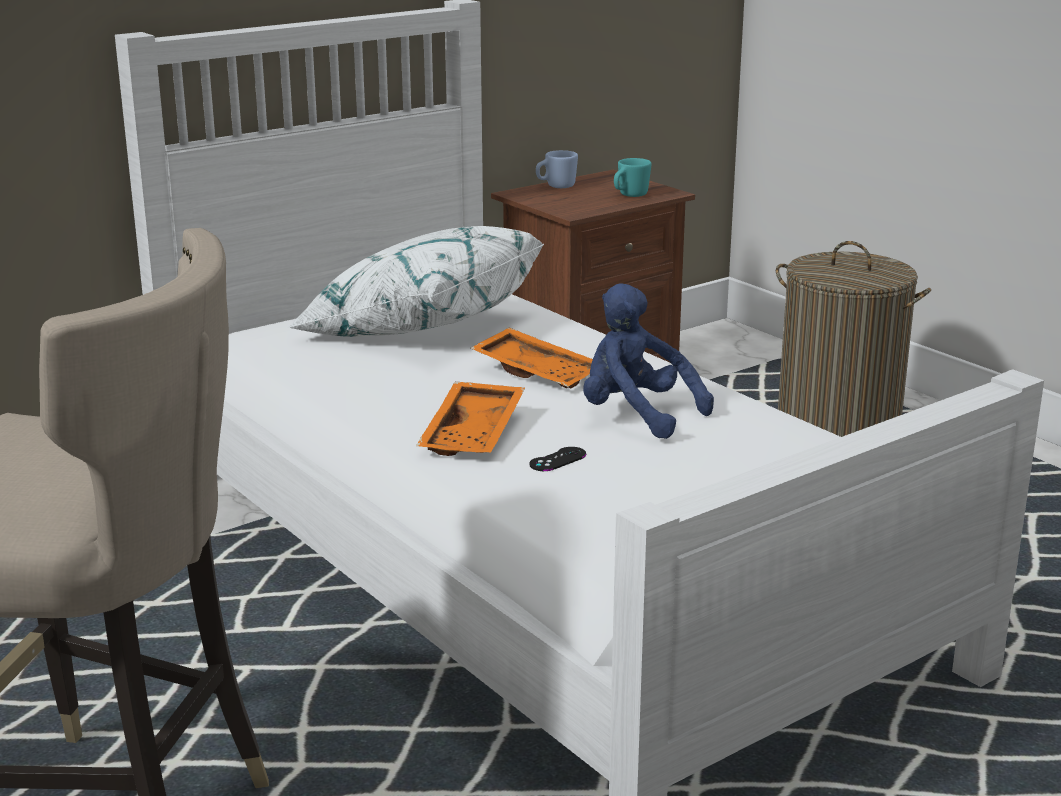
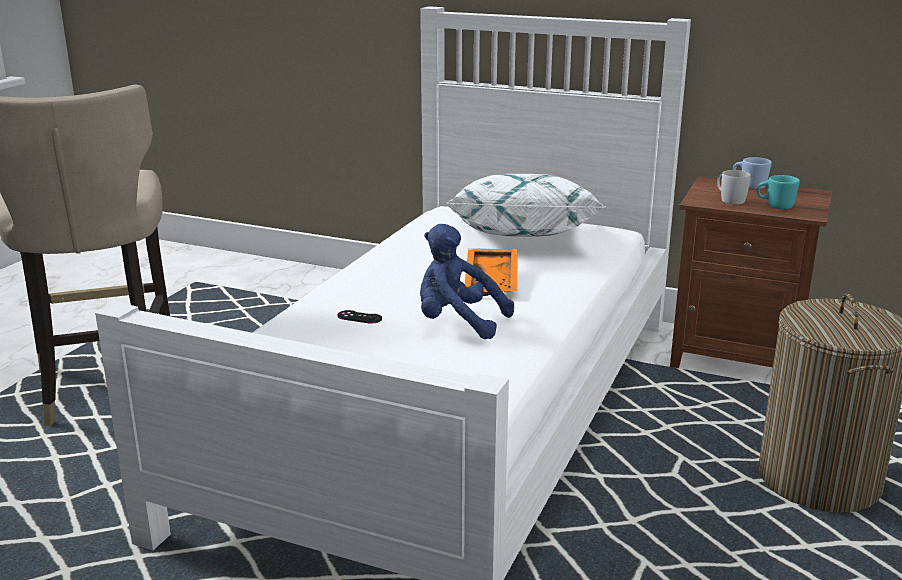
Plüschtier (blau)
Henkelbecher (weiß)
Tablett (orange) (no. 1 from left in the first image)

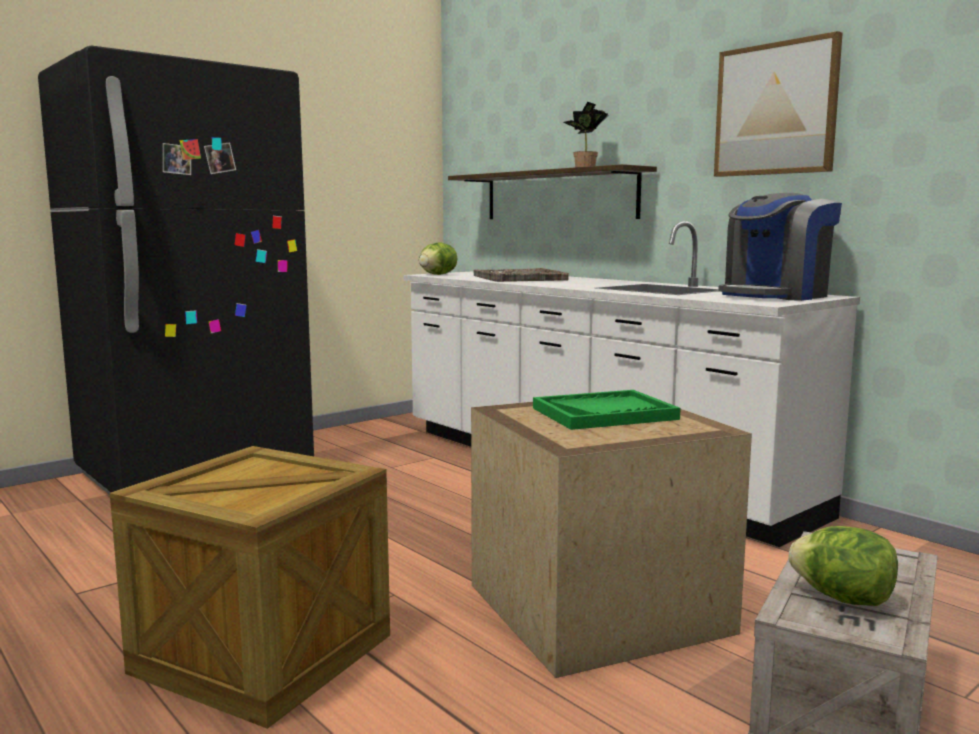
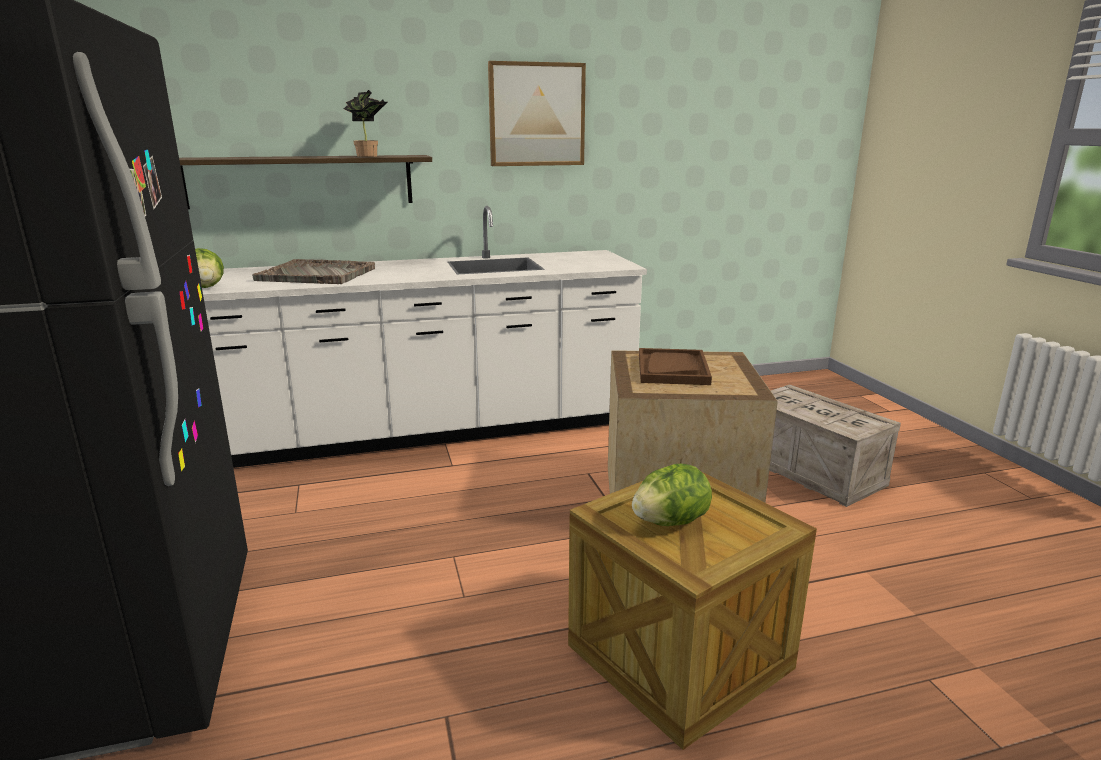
Salatkopf (no. 2 from left)
Tablett (braun)
Kaffeemaschine

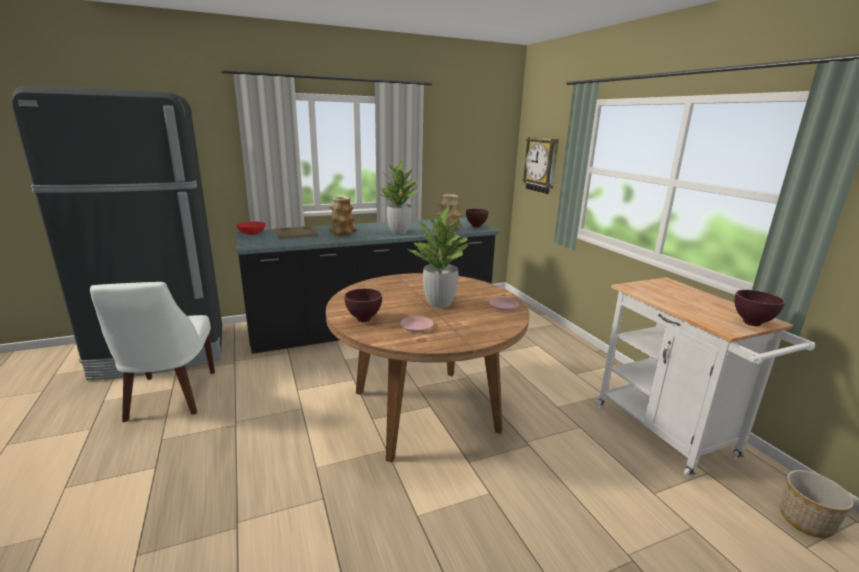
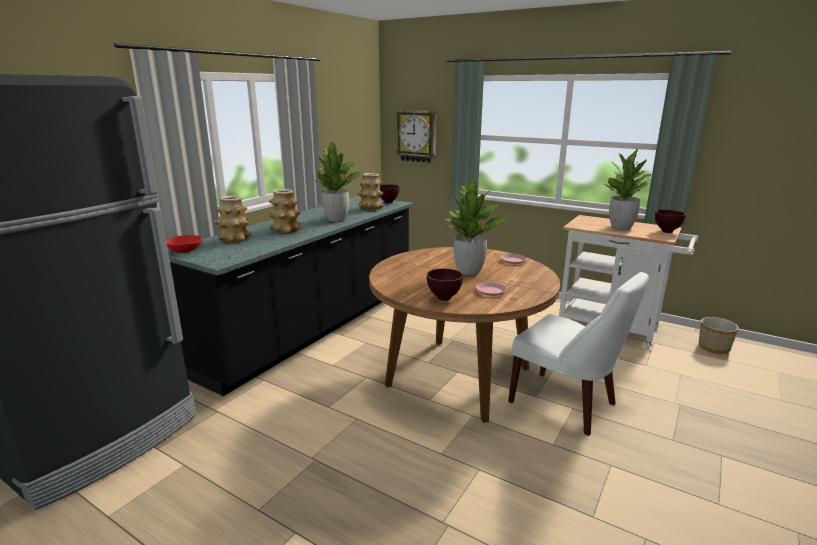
Vase (no. 1 from left)
Stuhl (weiß)
Topfpflanze (no. 3 from left)

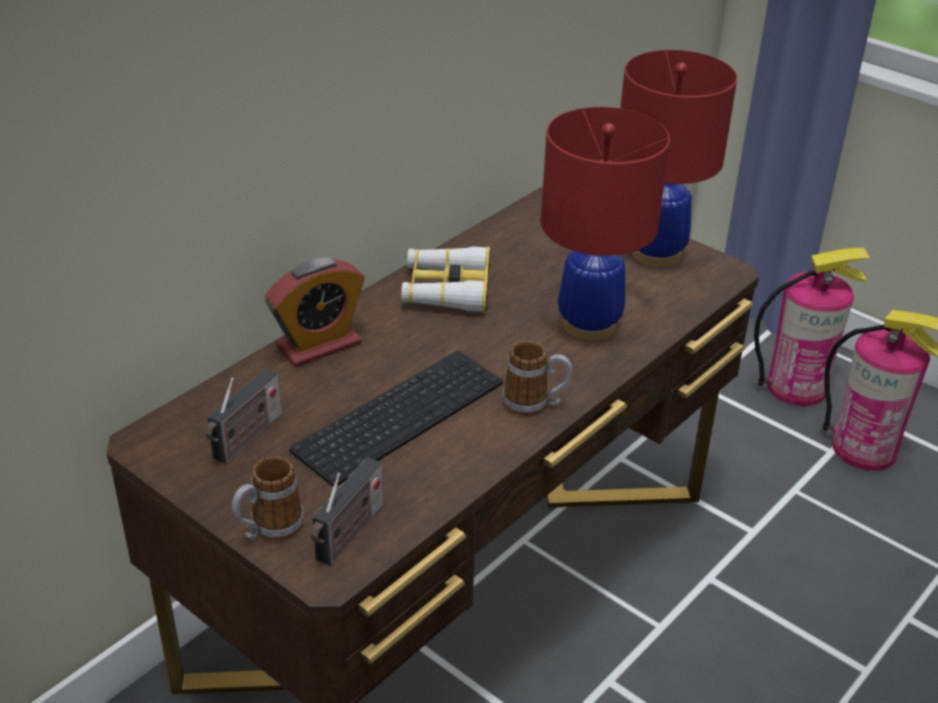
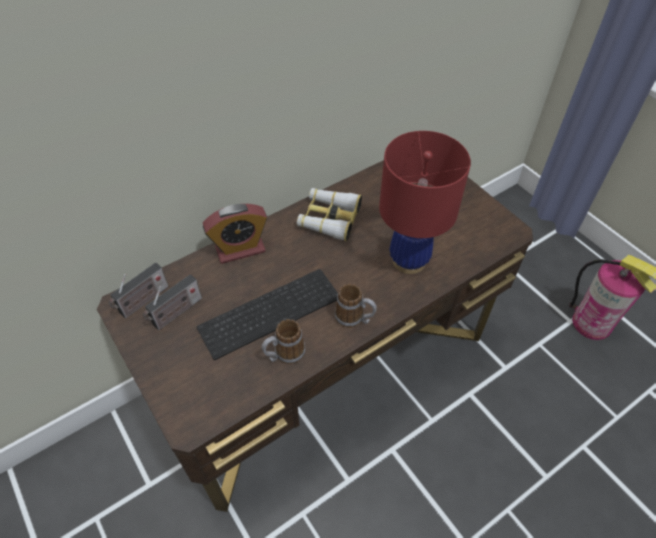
Radio (no. 1 from left)
Henkelbecher (no. 1 from left)
Tischlampe (rot) (no. 2 from left in the first image)
Feuerlöscher (no. 1 from left in the first image)

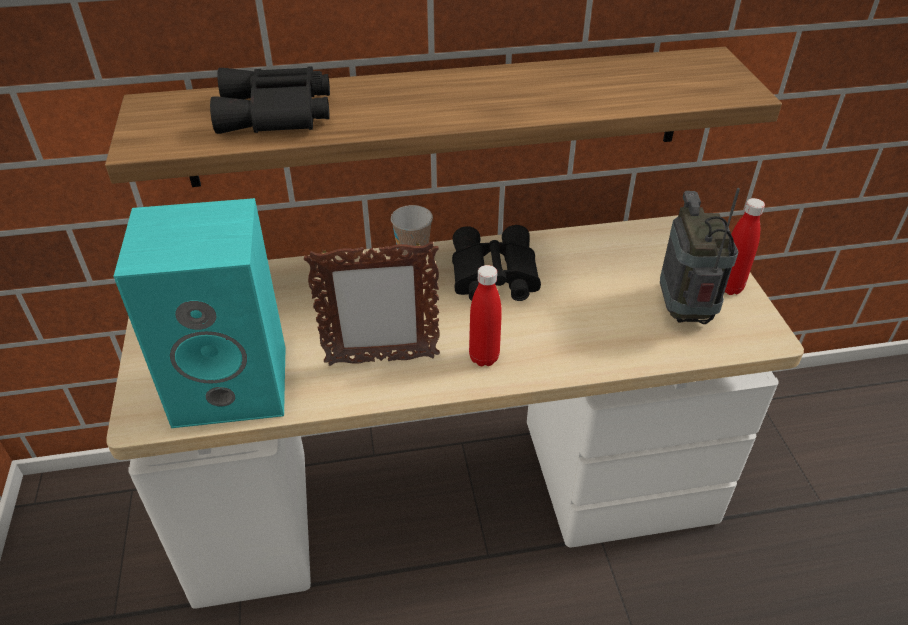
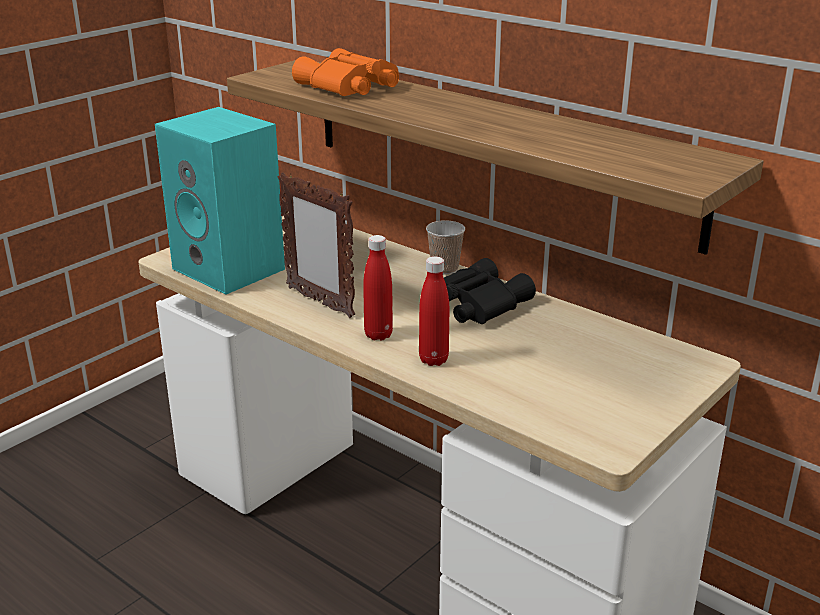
Fernglas (orange)
Flasche (rot) (no. 2 from left)
Radio

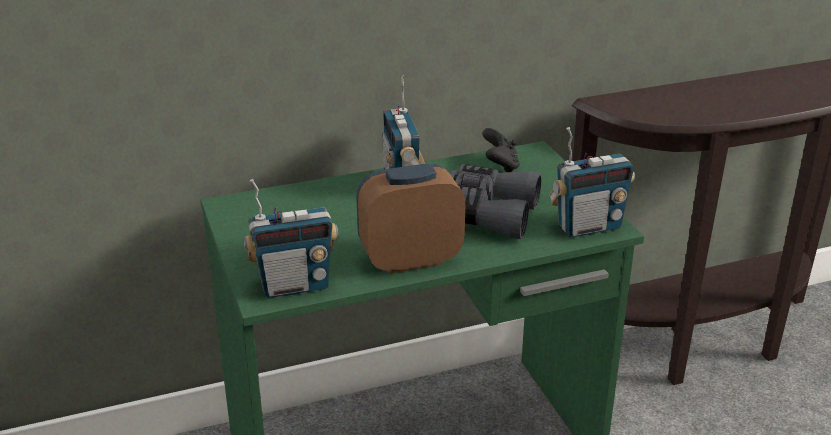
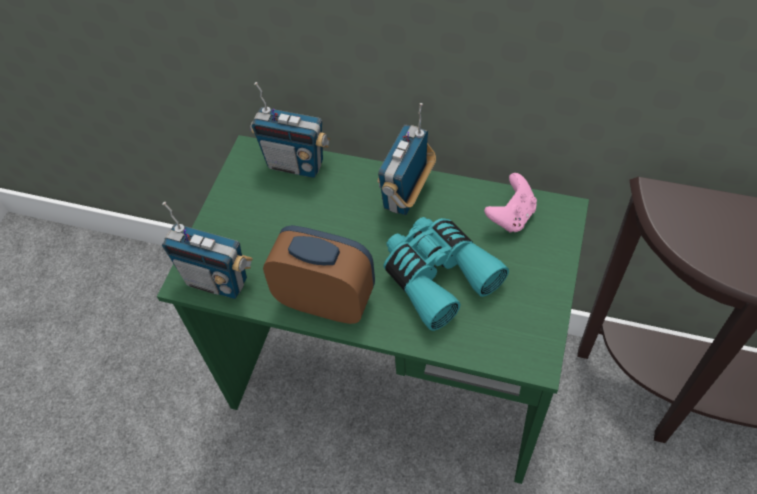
Radio (no. 2 from left)
Fernglas (türkis)
Gamepad (rosa)

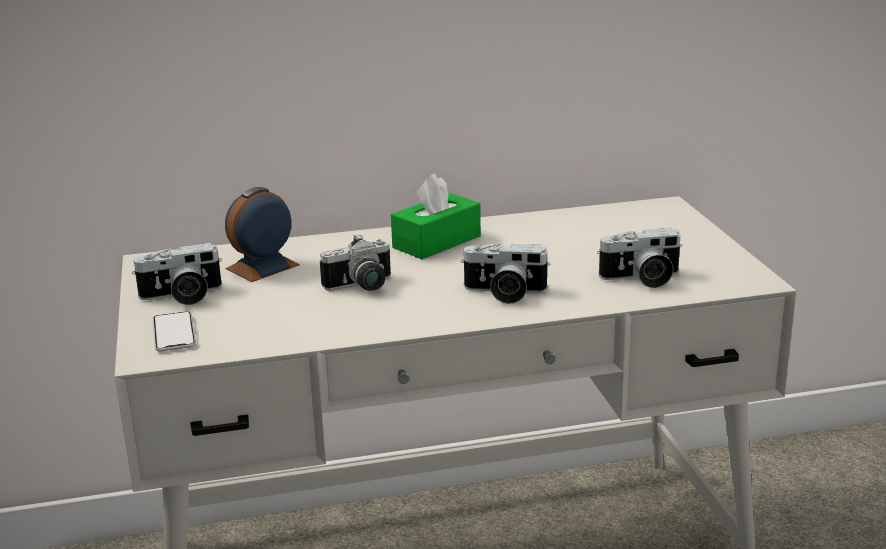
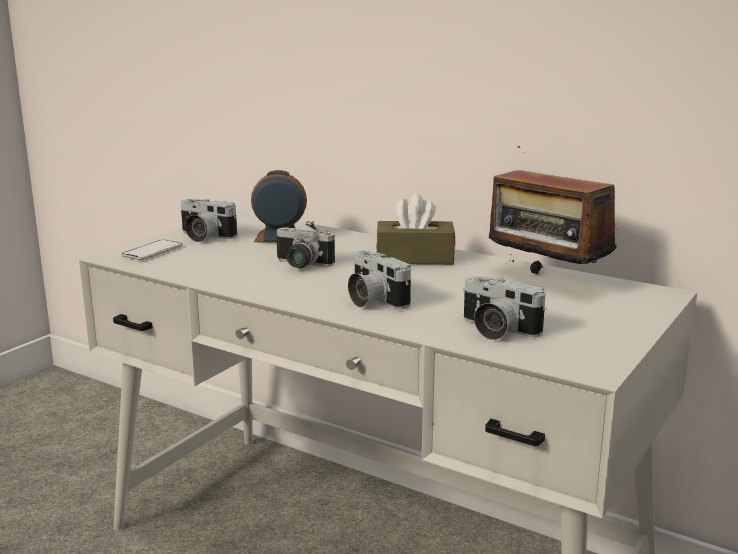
Taschentuchbox (braun)
Radio

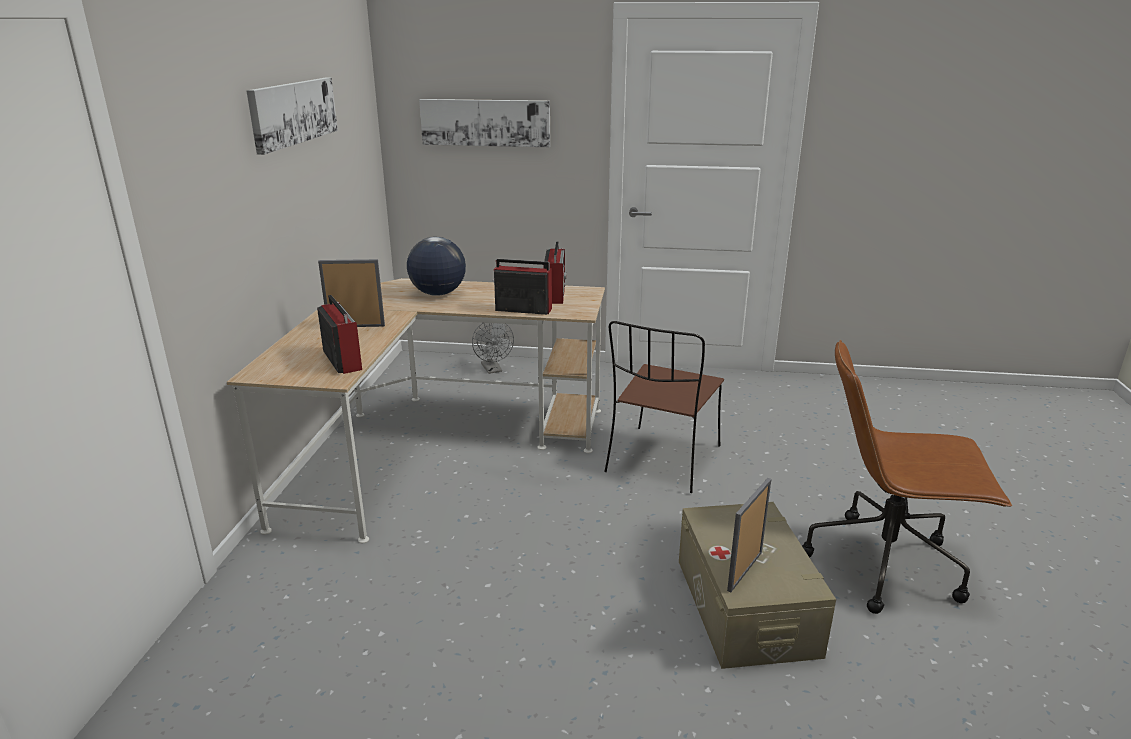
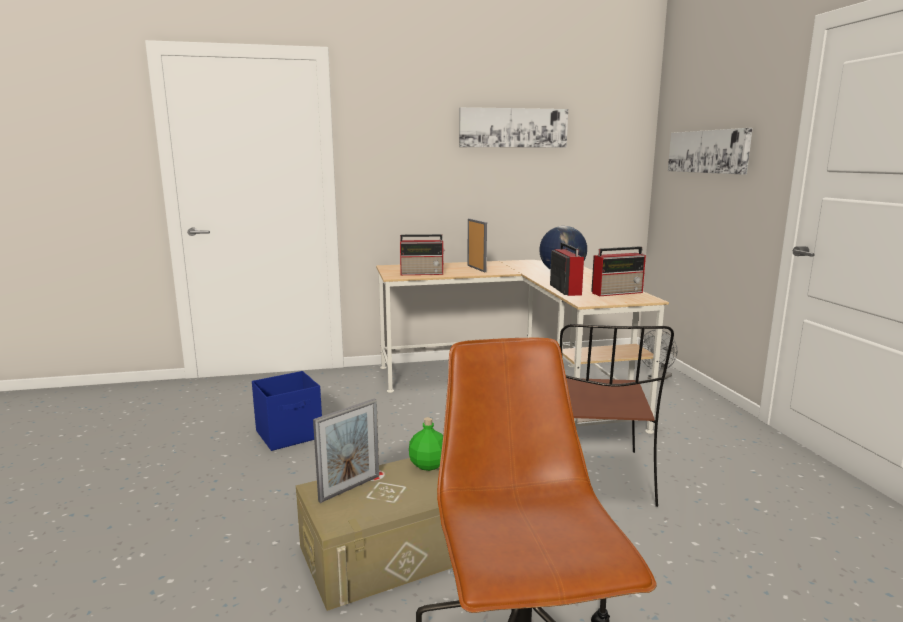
Aufbewahrungsbox (blau)
Bilderrahmen (no. 1 from left)
Radio (no. 1 from left)
Flasche (grün)
Stuhl (braun)

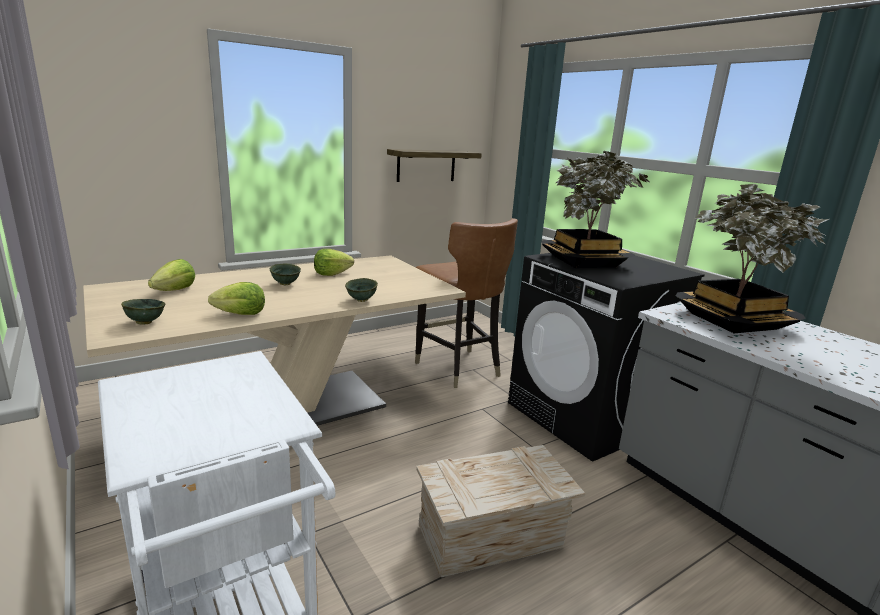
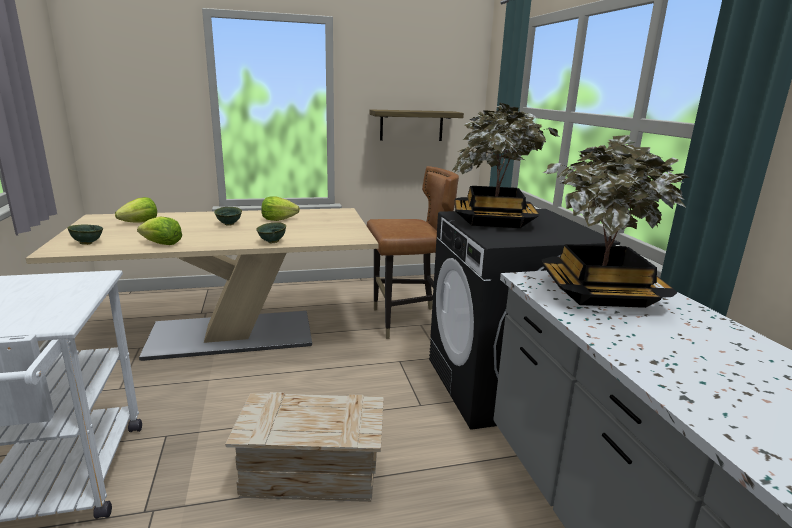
Stuhl (braun)

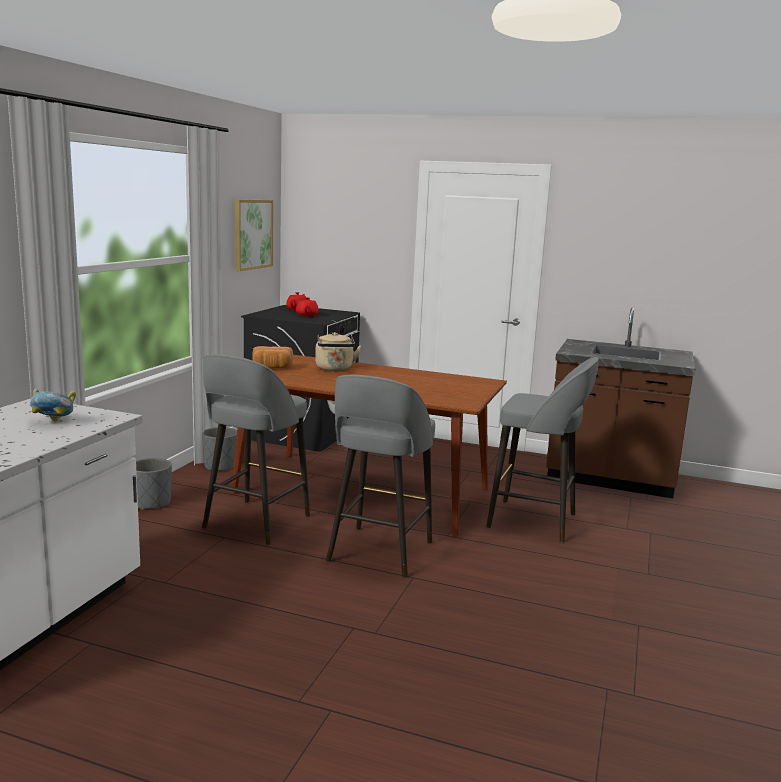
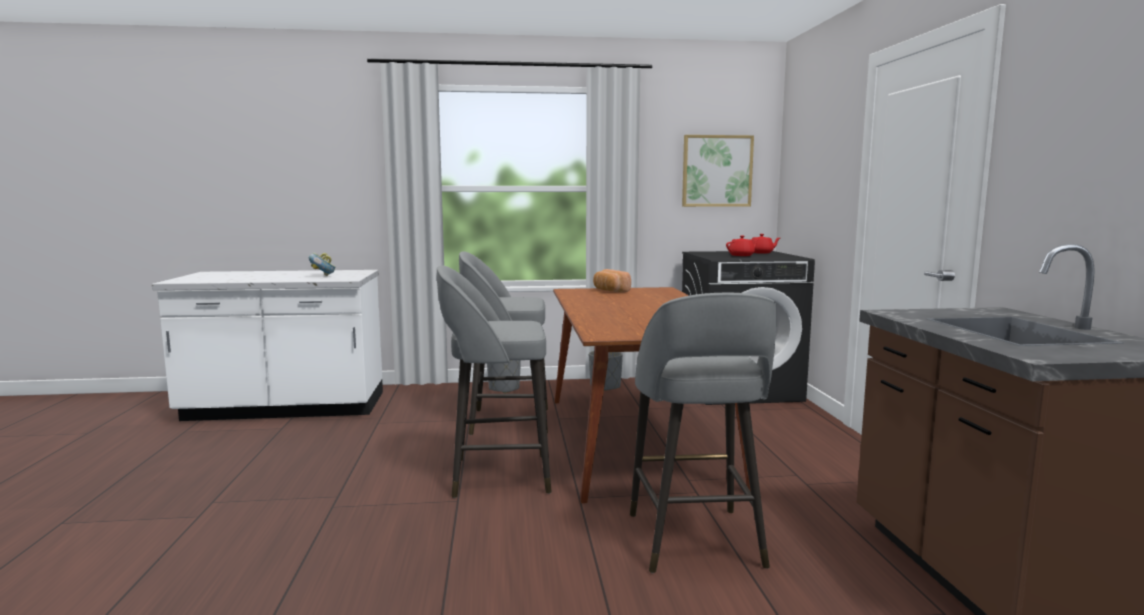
Wasserkessel (beige)

